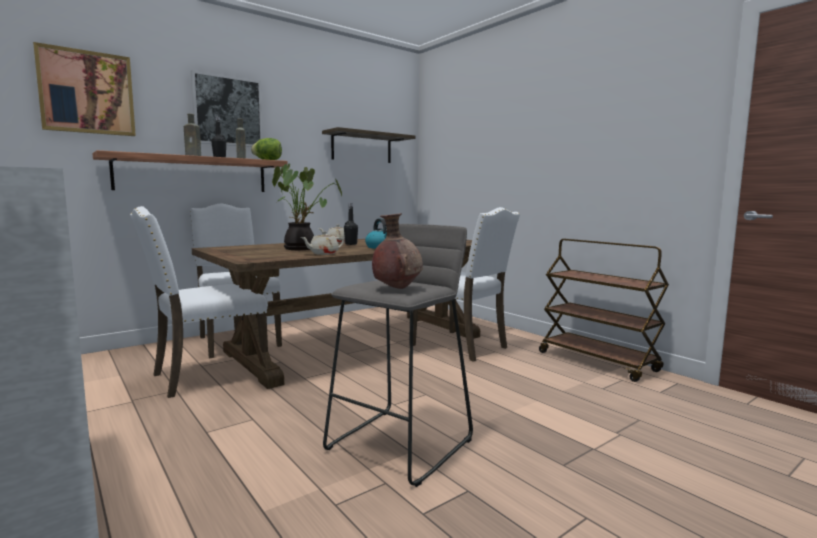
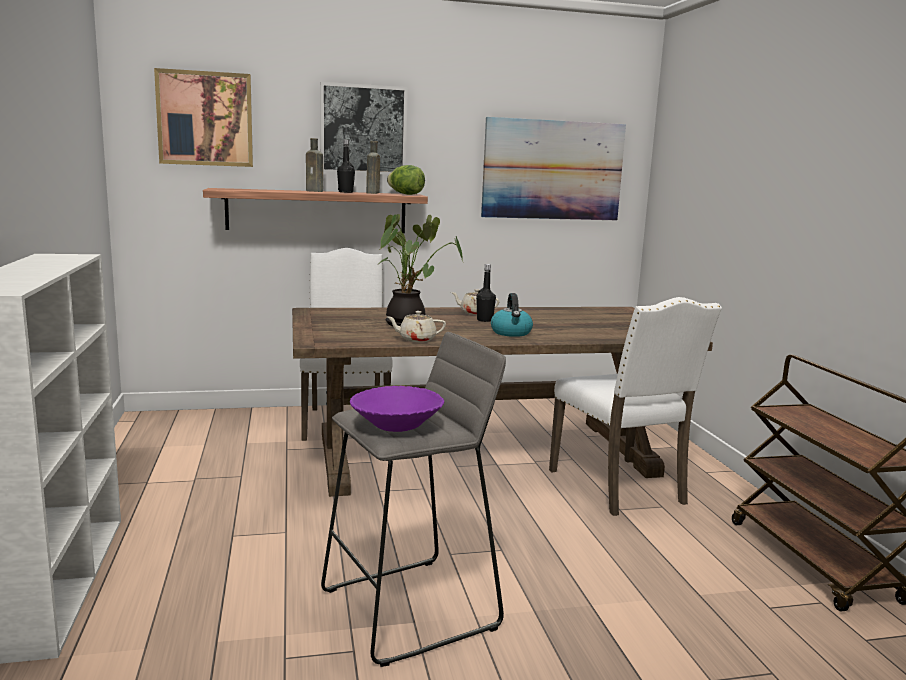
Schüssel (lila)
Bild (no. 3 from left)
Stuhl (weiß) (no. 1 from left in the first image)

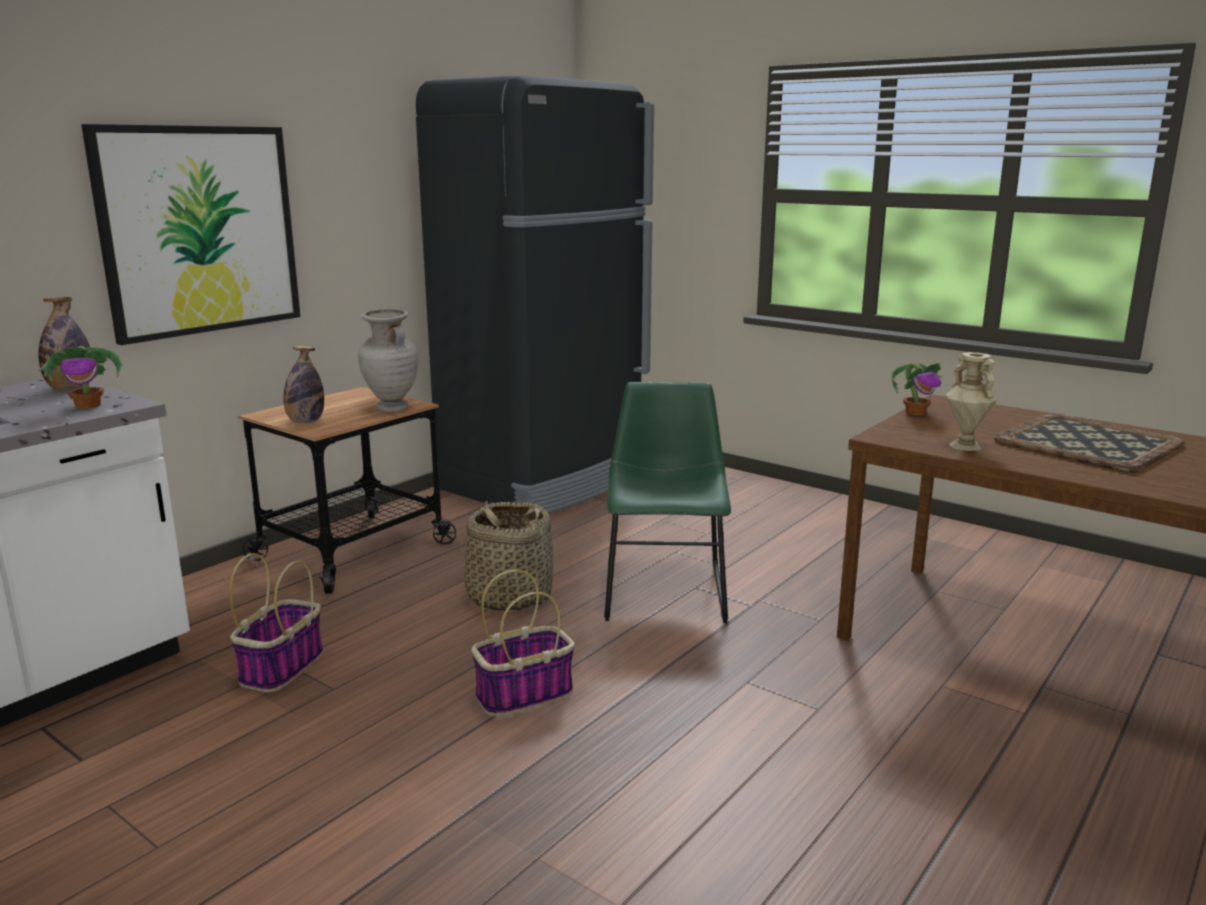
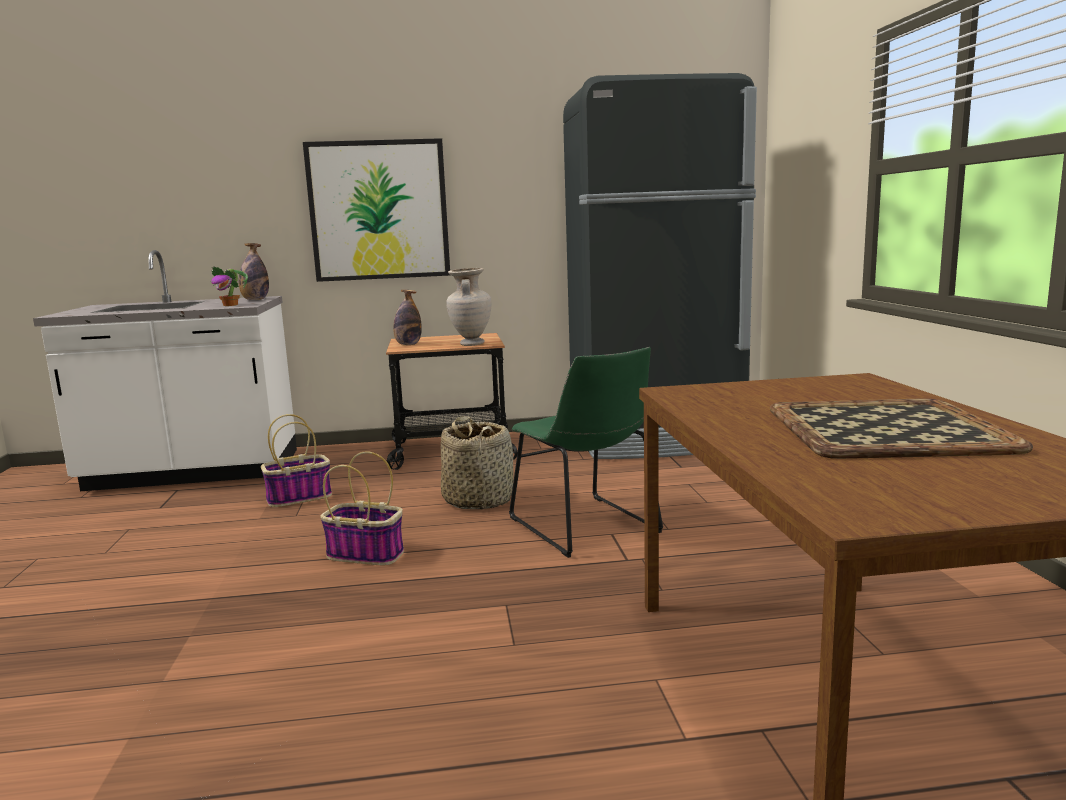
Stuhl (grün)
Topfpflanze (no. 2 from left in the first image)
Vase (beige) (no. 2 from left in the first image)

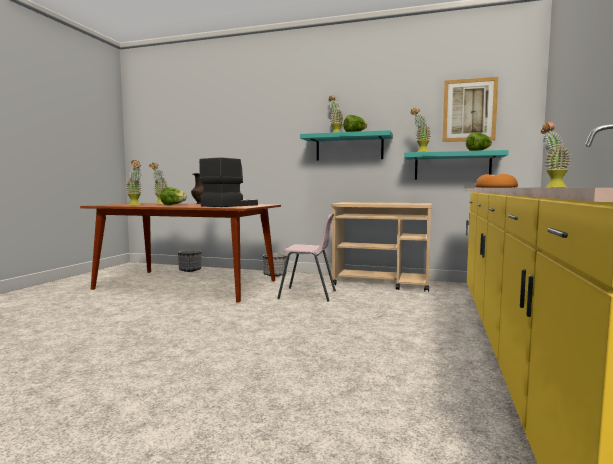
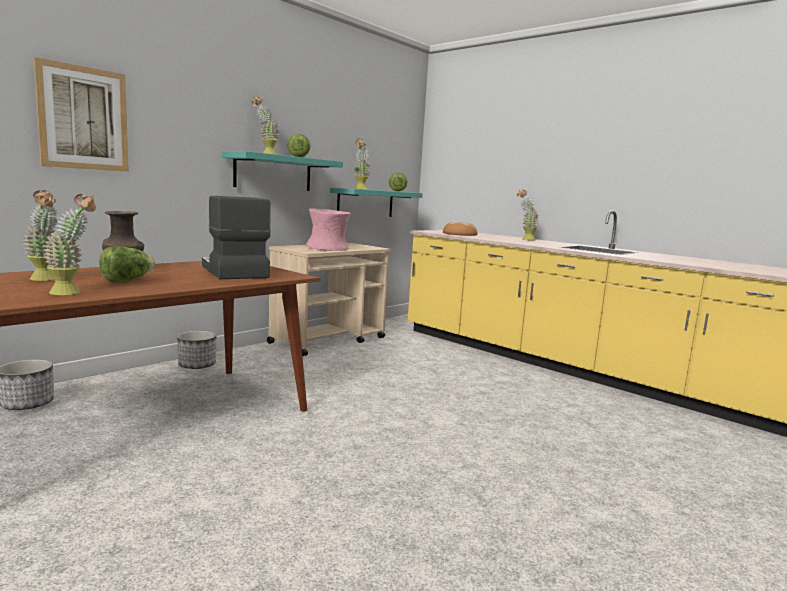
Bild
Vase (rosa)
Stuhl (rosa)

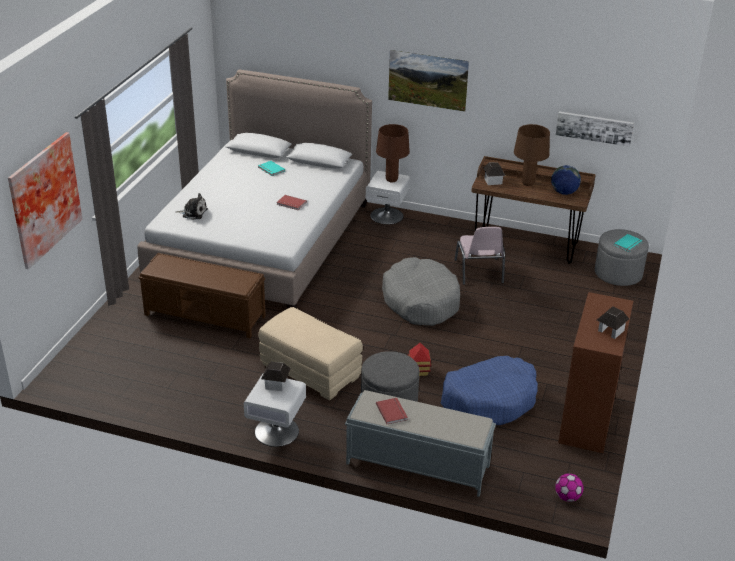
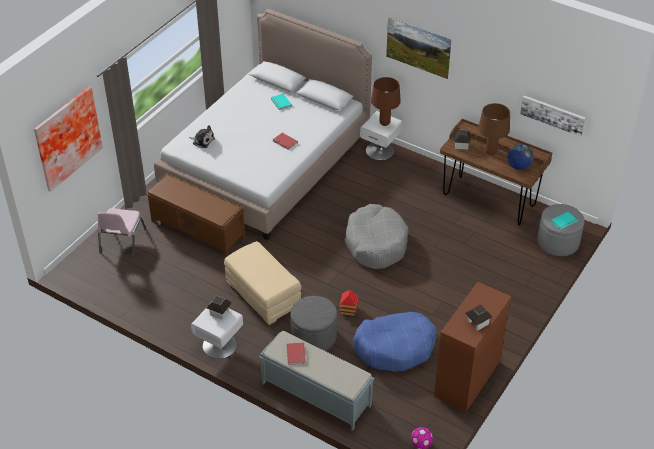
Stuhl (rosa)

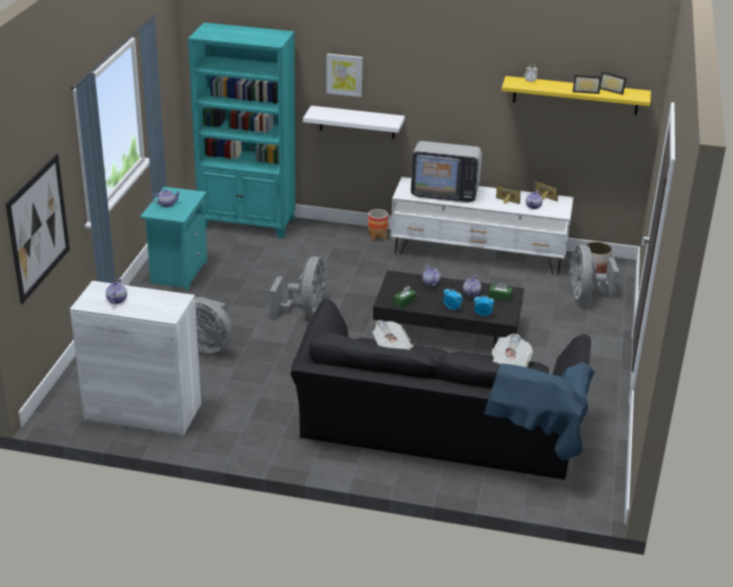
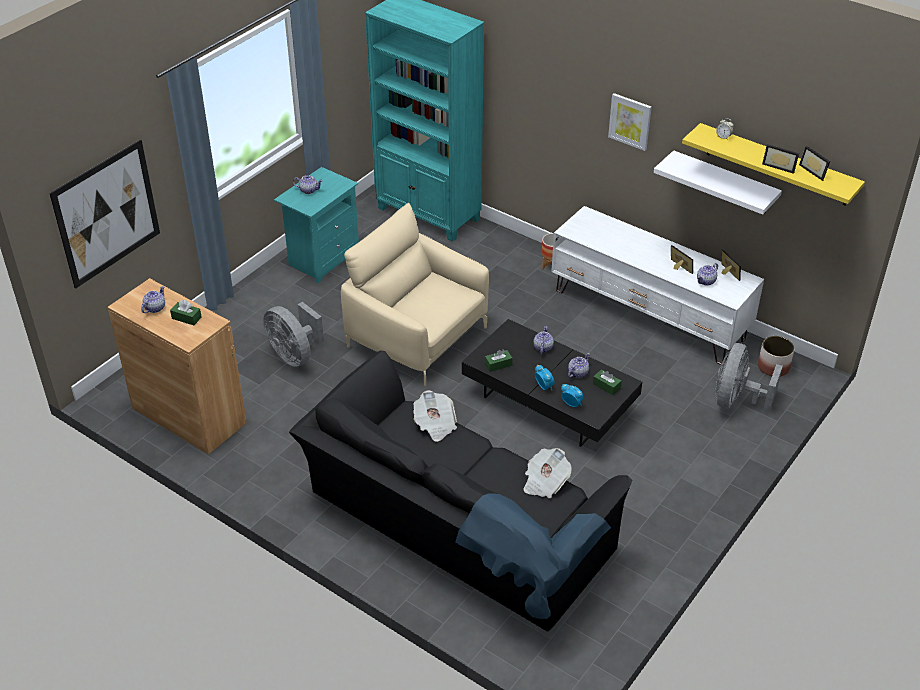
Schrank (braun)
Taschentuchbox (grün) (no. 1 from left)
Sessel (beige)
Bild (no. 2 from left)
Wandregal (weiß)
Fernseher

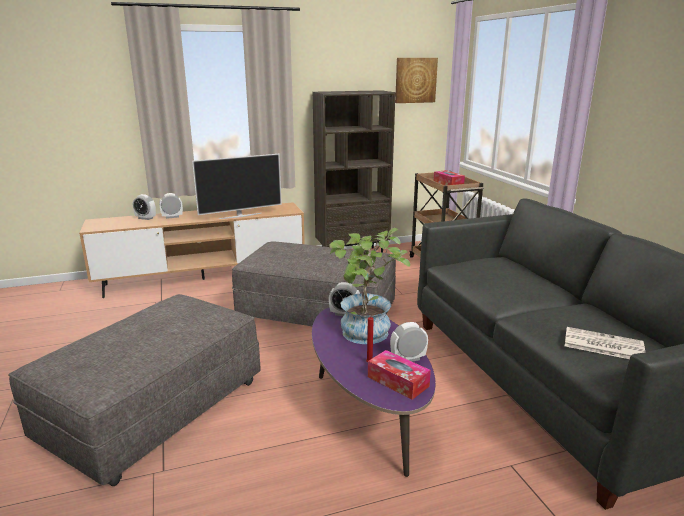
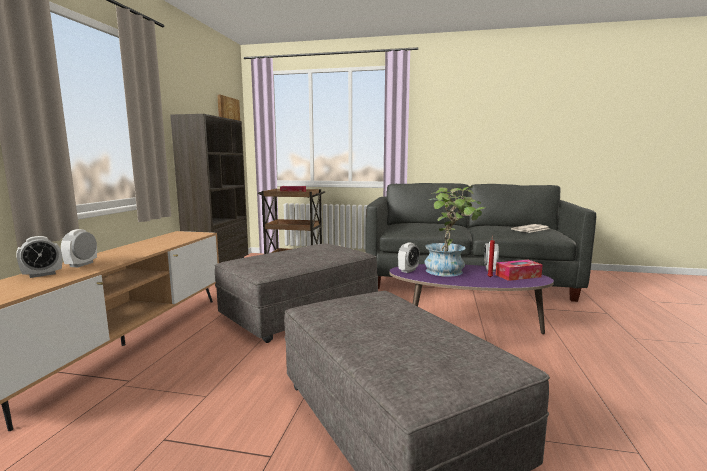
Fernseher

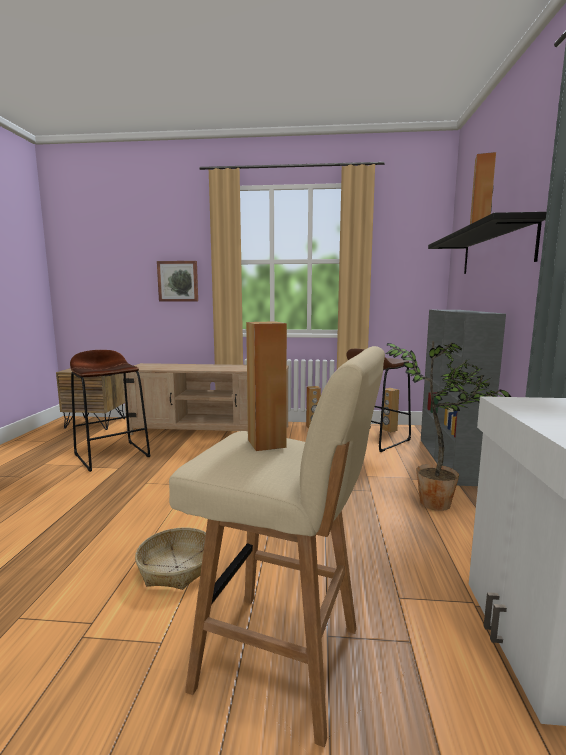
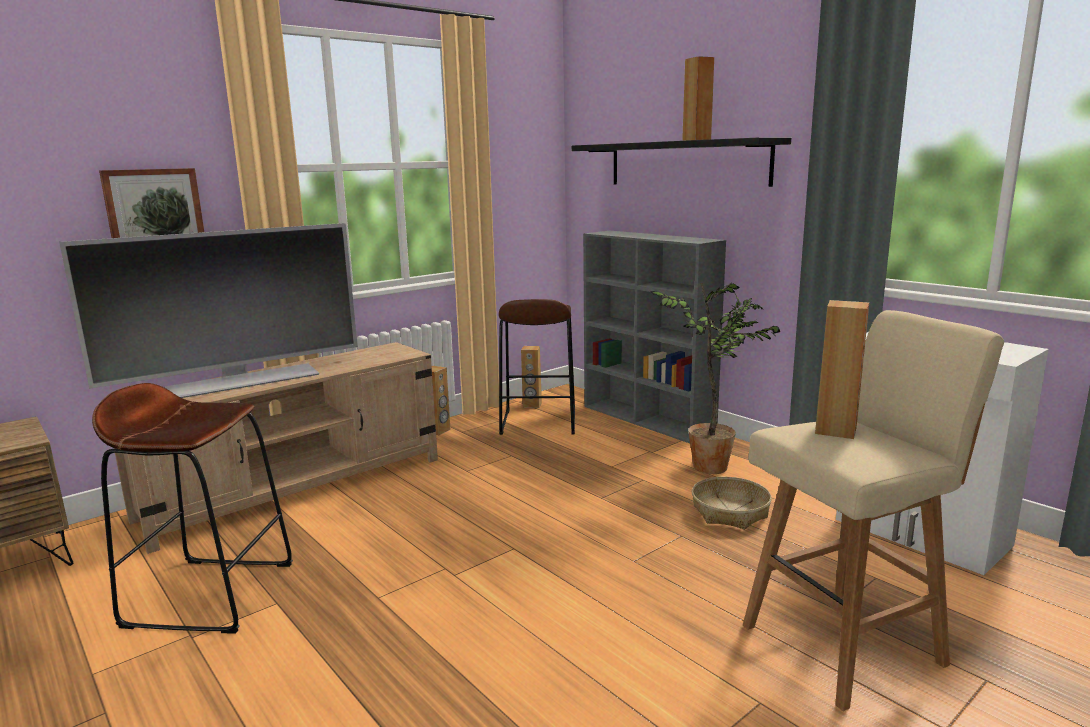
Fernseher
Korb

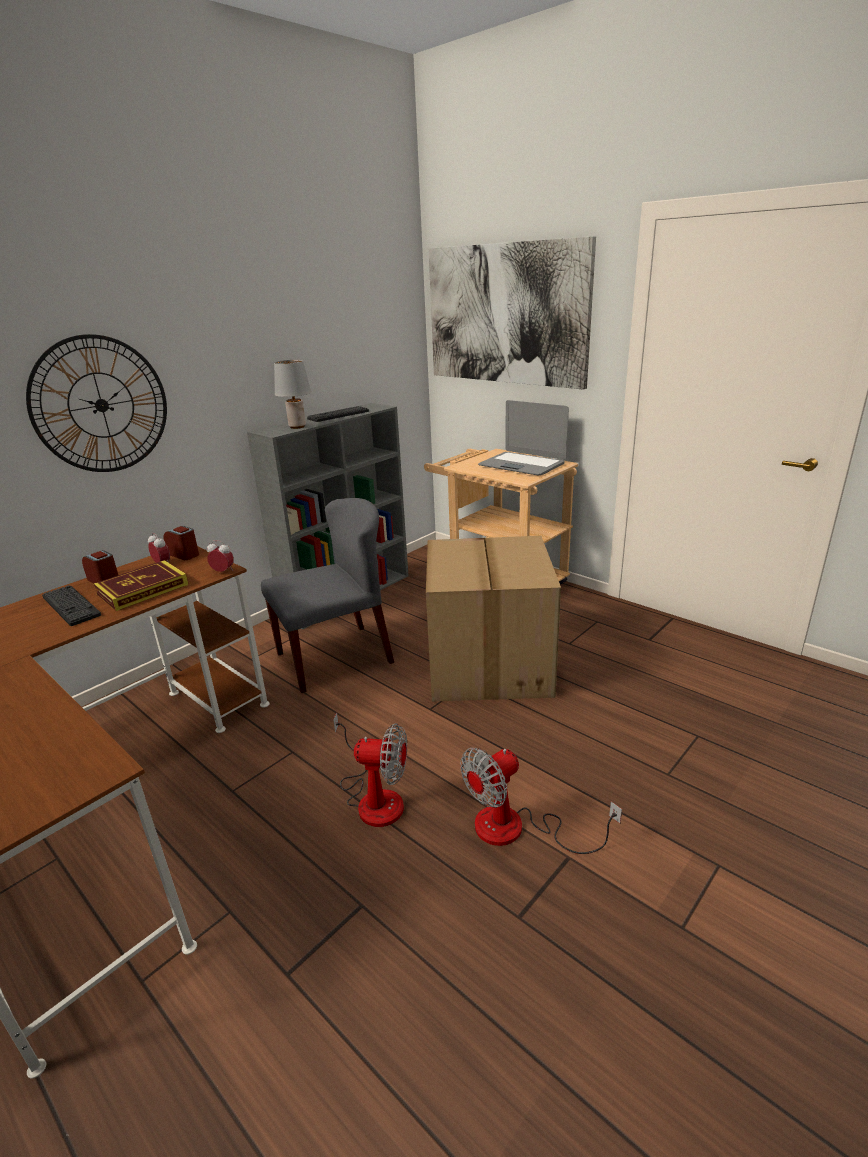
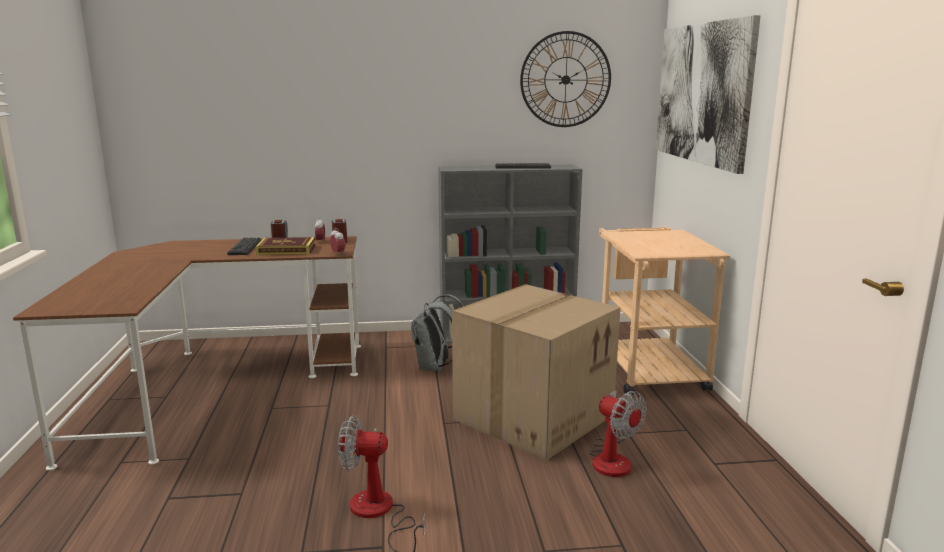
Rucksack (grau)
Wanduhr
Ventilator (no. 2 from left)
Tischlampe (grau)
Laptop

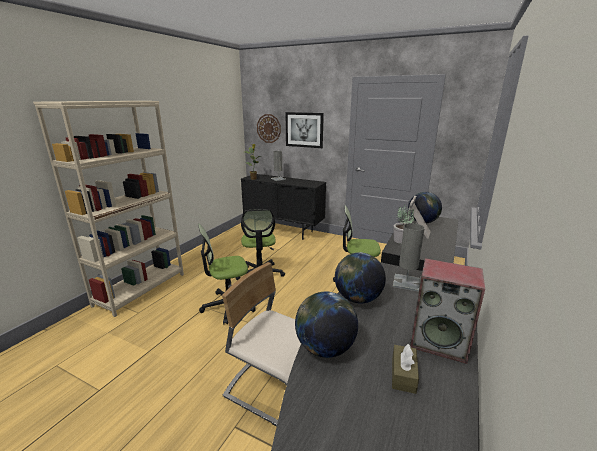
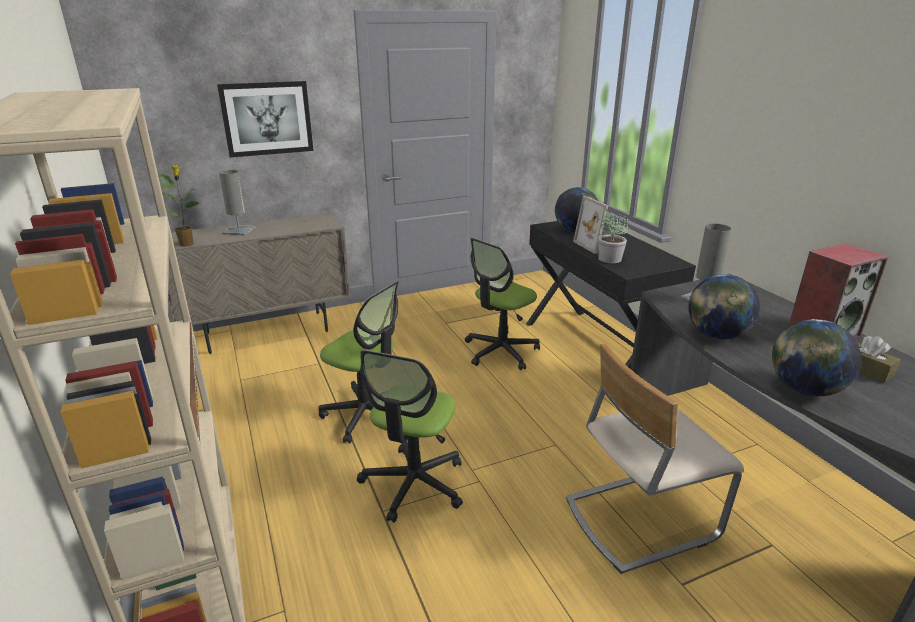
Schrank (beige)
Wanduhr

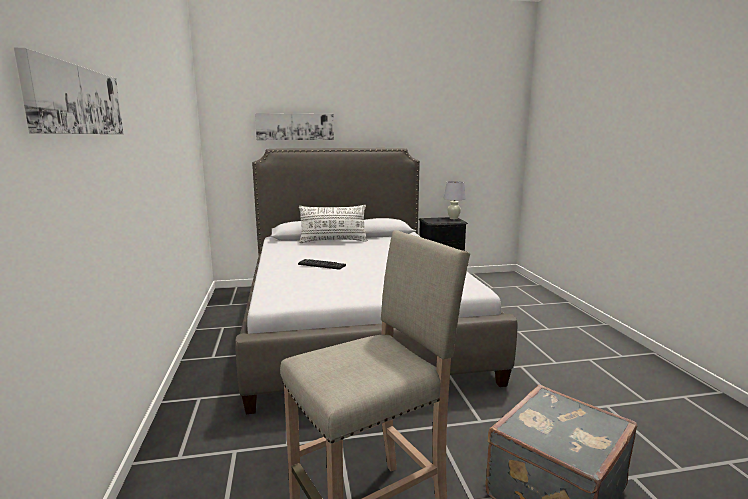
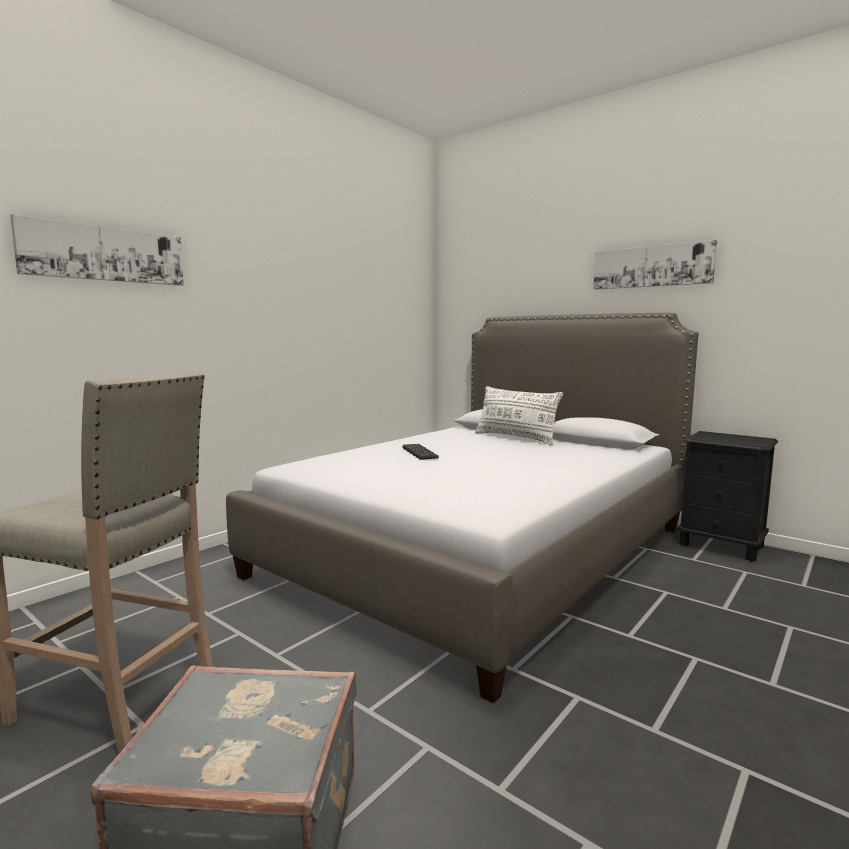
Bild (no. 2 from left)
Tischlampe (weiß)

